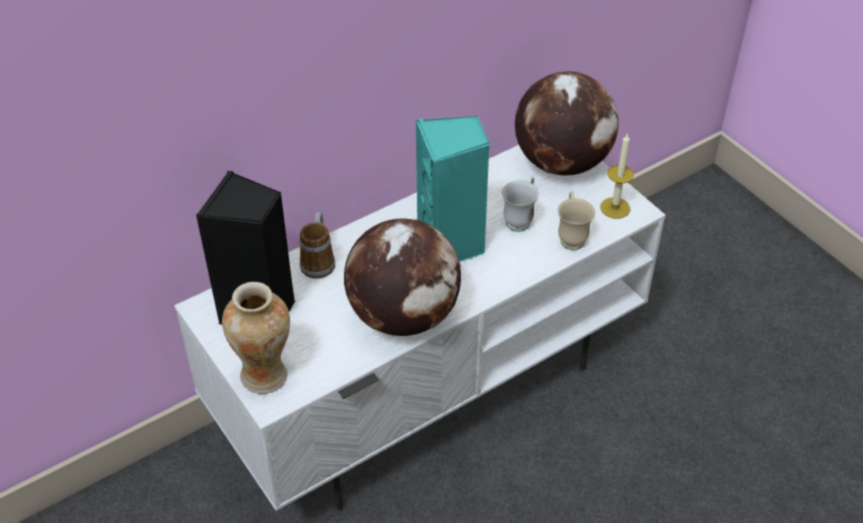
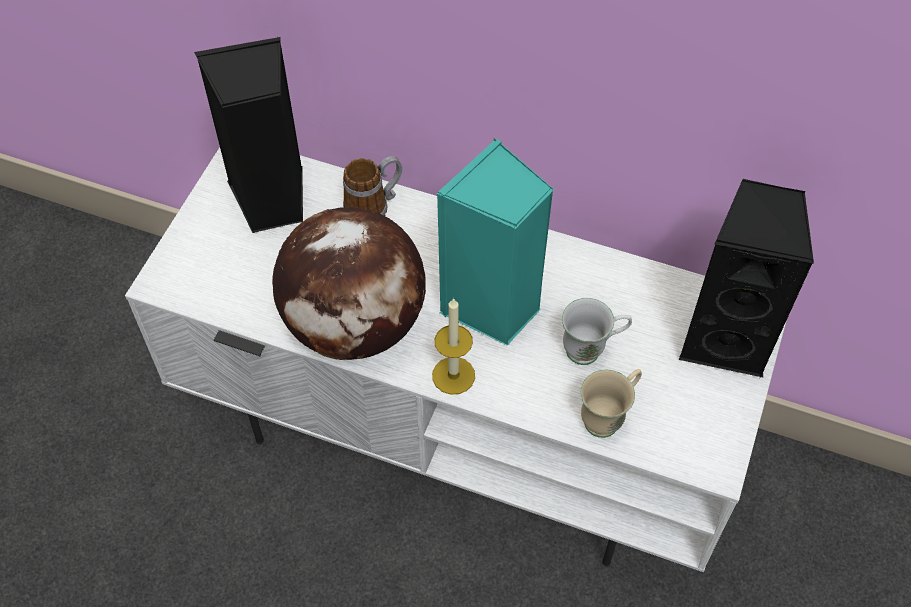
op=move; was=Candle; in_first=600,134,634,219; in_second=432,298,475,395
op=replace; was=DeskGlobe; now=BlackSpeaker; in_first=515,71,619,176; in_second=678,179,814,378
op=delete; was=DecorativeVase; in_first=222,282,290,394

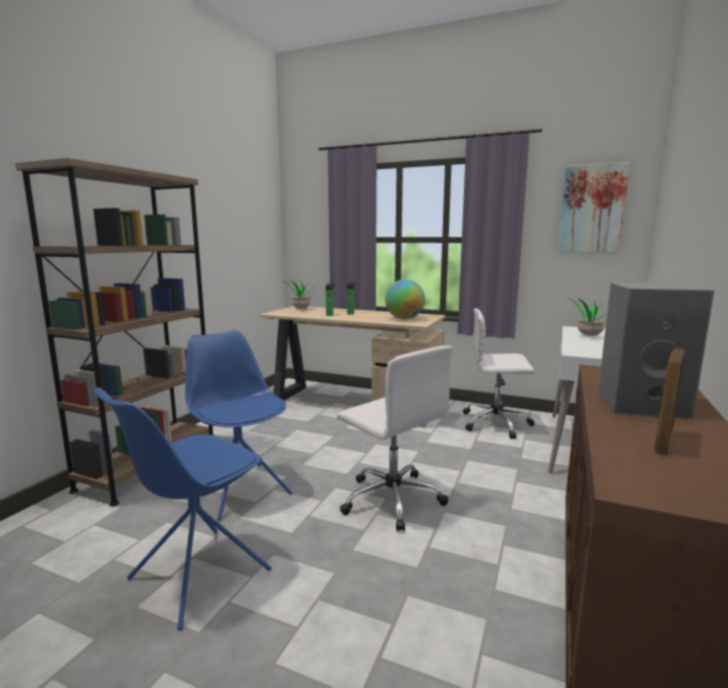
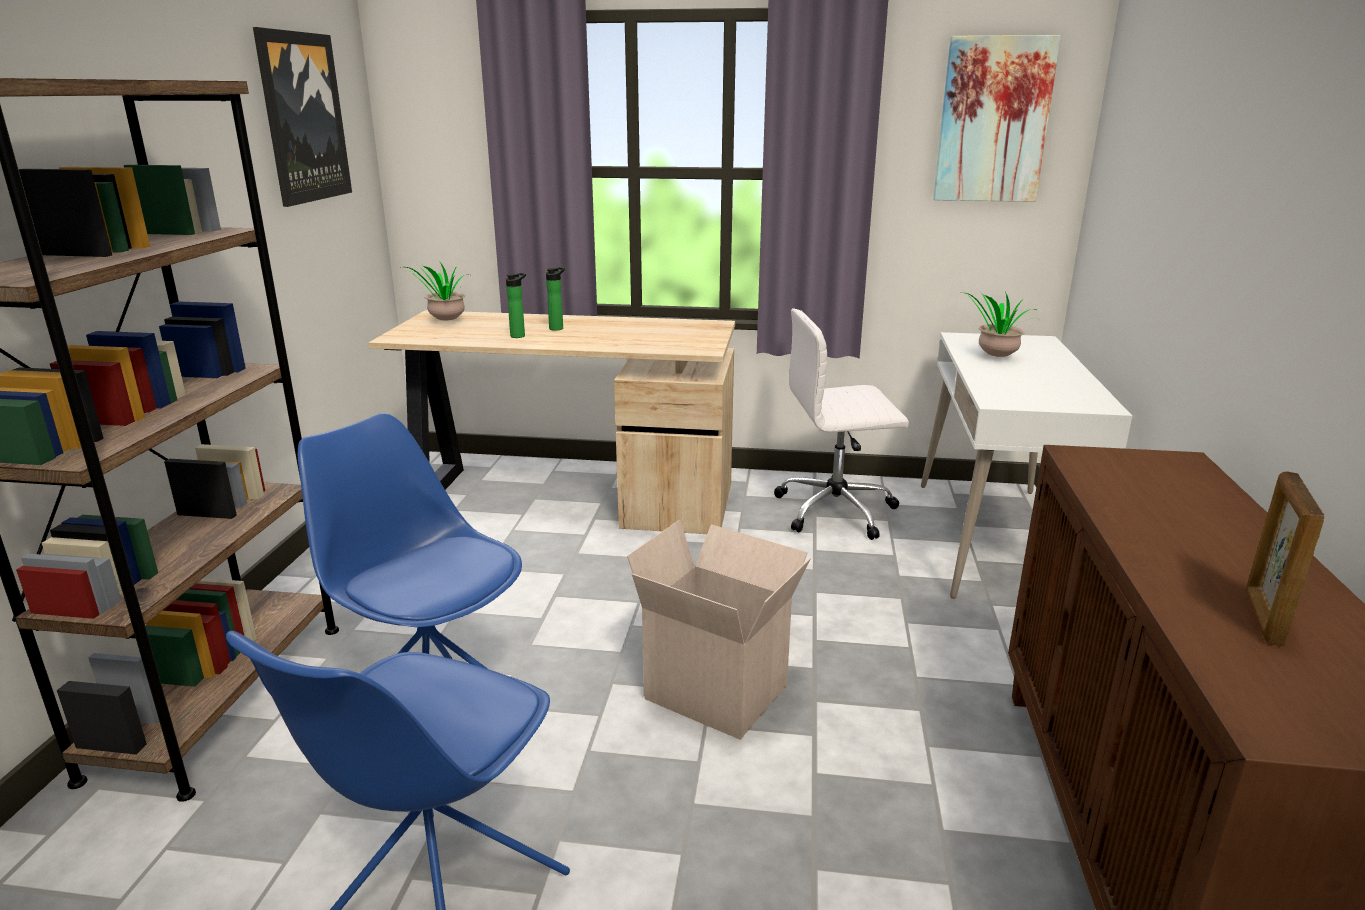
op=insert; now=WallPicture; in_second=253,27,352,207
op=replace; was=WhiteComputerChair; now=CardboardBox; in_first=337,345,452,532; in_second=627,520,811,740
op=delete; was=DeskGlobe; in_first=385,279,425,319
op=delete; was=GreySpeaker; in_first=598,283,714,419

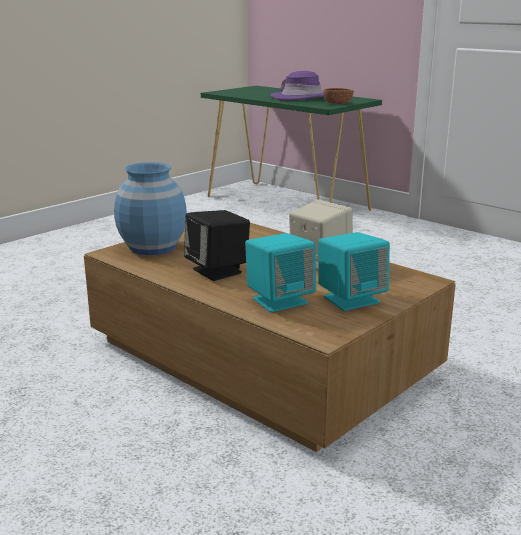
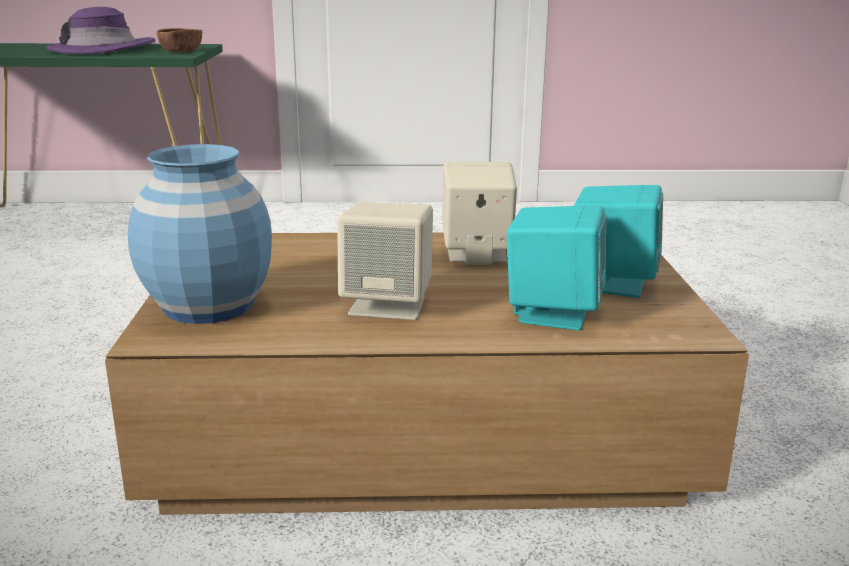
op=recolor; was=BlackSpeaker; now=SandColouredSpeaker; in_first=184,210,250,281; in_second=337,202,433,320

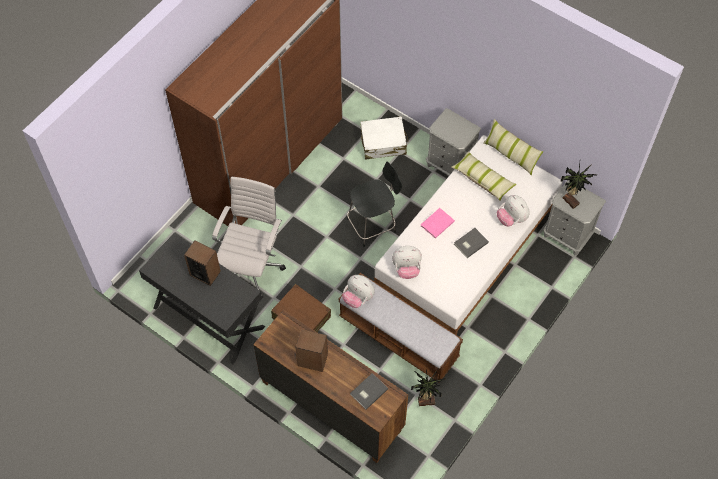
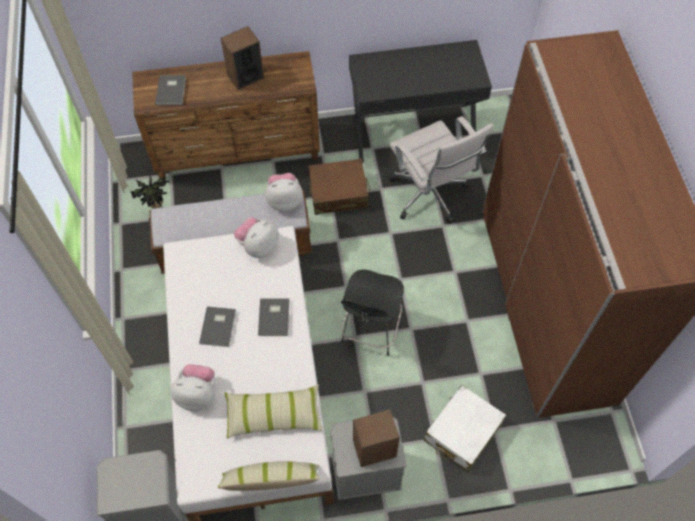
op=recolor; was=PinkBook; now=GreyBook; in_first=421,208,455,238; in_second=258,298,290,336
op=move; was=Speaker; in_first=184,240,221,286; in_second=353,409,400,467
op=delete; was=PottedPlant; in_first=561,163,597,209

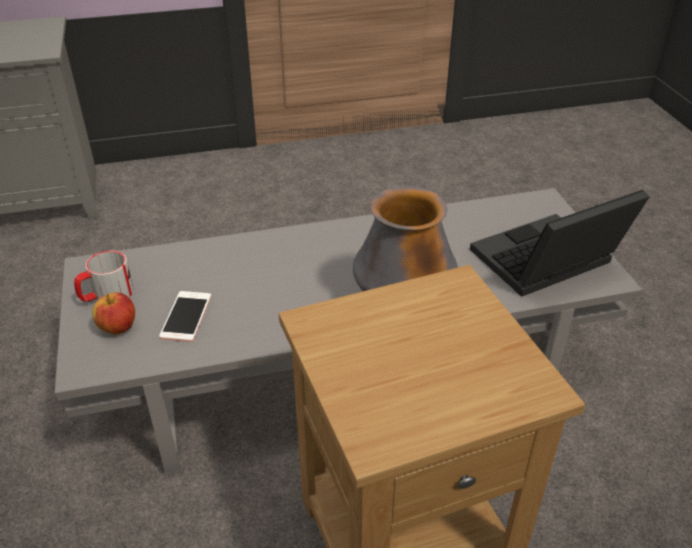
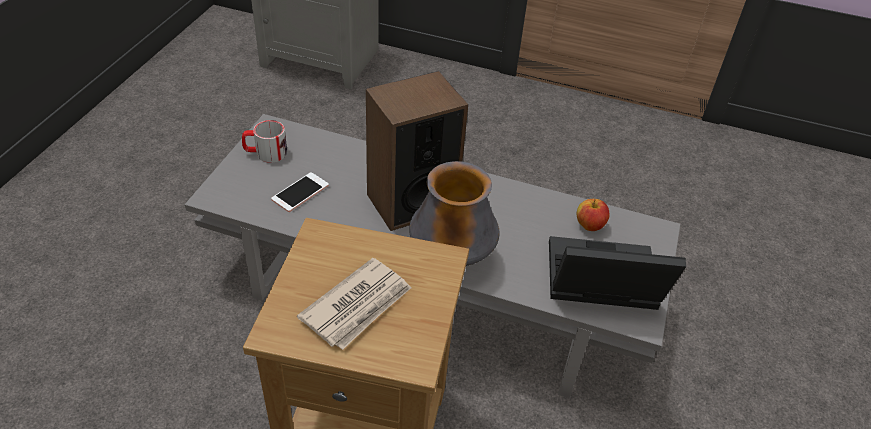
op=insert; now=PrintedPaper; in_second=297,258,412,350
op=insert; now=Speaker; in_second=366,71,468,231
op=move; was=WholeApple; in_first=92,292,135,335; in_second=577,199,610,231

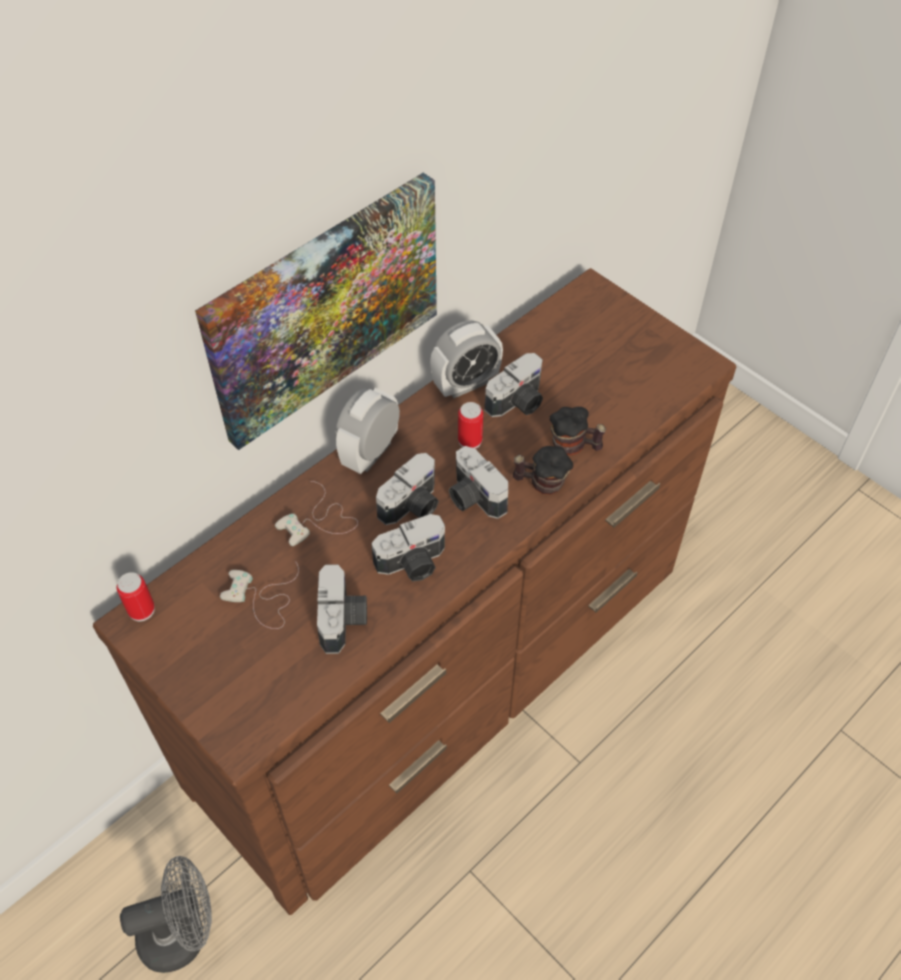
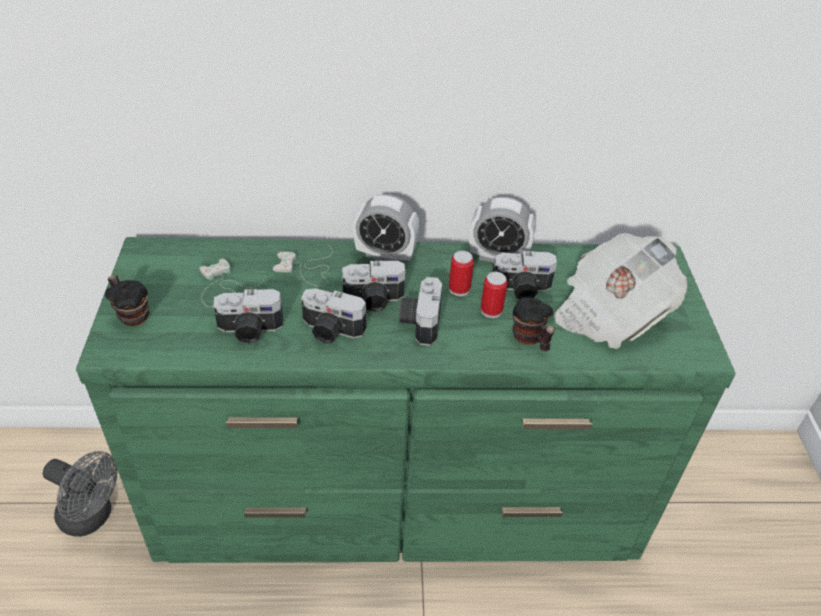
op=recolor; was=BrownDresser; now=GreenishDresser; in_first=93,268,736,915; in_second=76,237,736,563
op=move; was=TeaMug; in_first=513,446,573,495; in_second=105,275,149,326
op=rotate; was=PhotoCamera; in_first=317,564,367,654; in_second=213,289,283,344; clockwise=45
op=rotate; was=AlarmClock; in_first=335,388,400,474; in_second=353,194,420,262; clockwise=-150
op=move; was=MetalCan; in_first=117,572,155,621; in_second=481,272,508,318
op=insert; now=PrintedPaper; in_second=554,233,687,349
op=delete; was=WallPicture; in_first=195,173,437,450

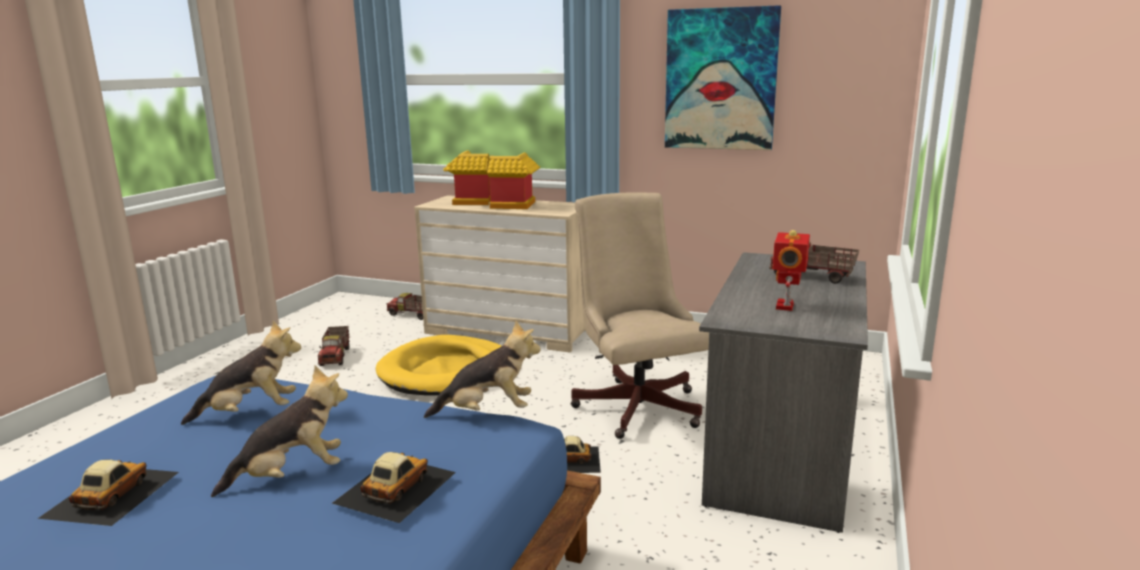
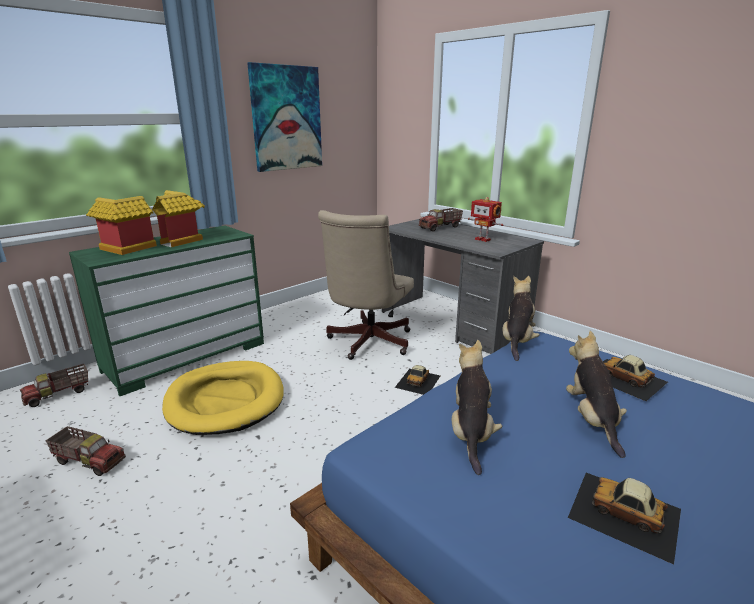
op=recolor; was=SandColouredDresser; now=GreenishDresser; in_first=414,195,586,353; in_second=69,225,264,396
op=rotate; was=SandColouredComputerChair; in_first=571,192,709,439; in_second=318,210,414,360; clockwise=-75

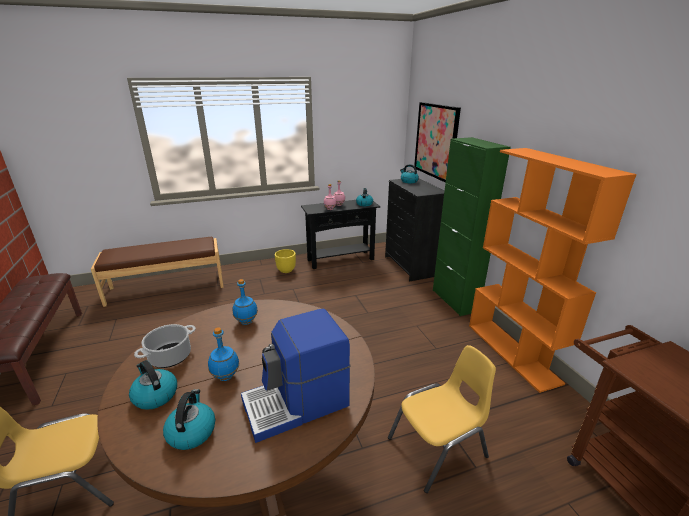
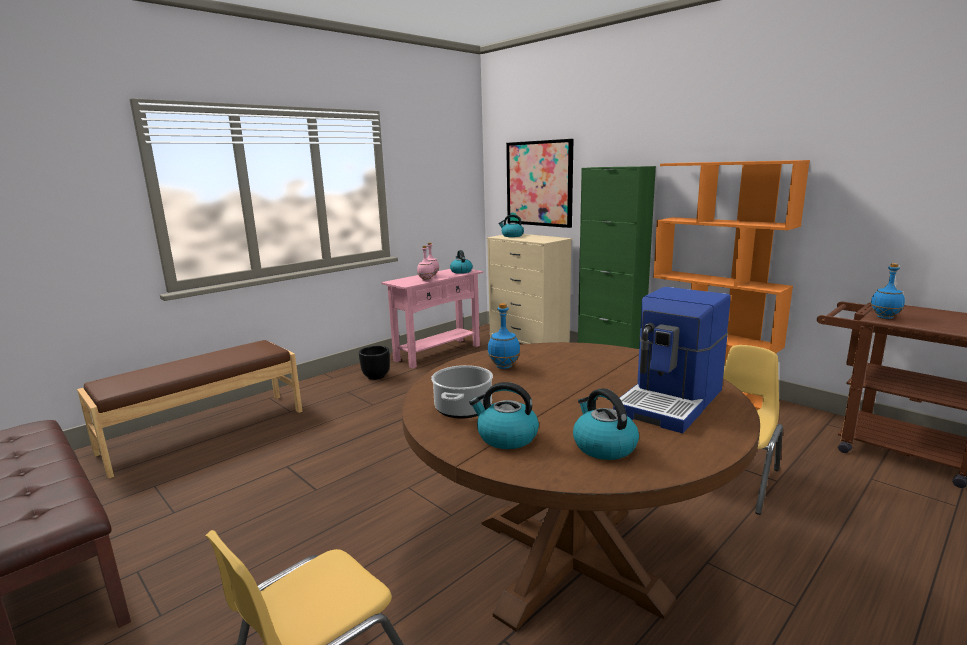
op=recolor; was=YellowColouredPlanter; now=BlackPlanter; in_first=275,249,296,273; in_second=359,346,390,380
op=recolor; was=BlackHallTable; now=PinkHallTable; in_first=301,200,381,269; in_second=381,269,483,369
op=recolor; was=BlackDresser; now=SandColouredDresser; in_first=385,178,444,281; in_second=487,234,572,344
op=move; was=BlueBottle; in_first=208,327,239,381; in_second=870,263,905,319

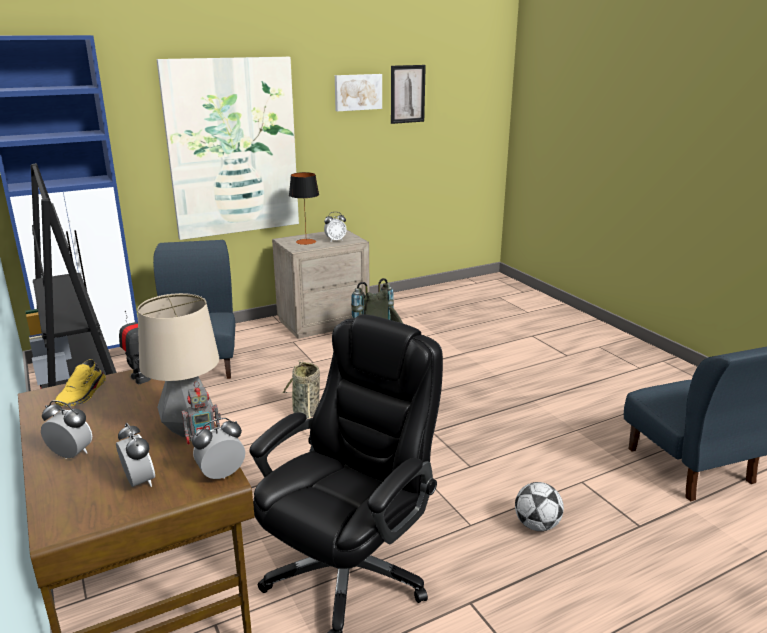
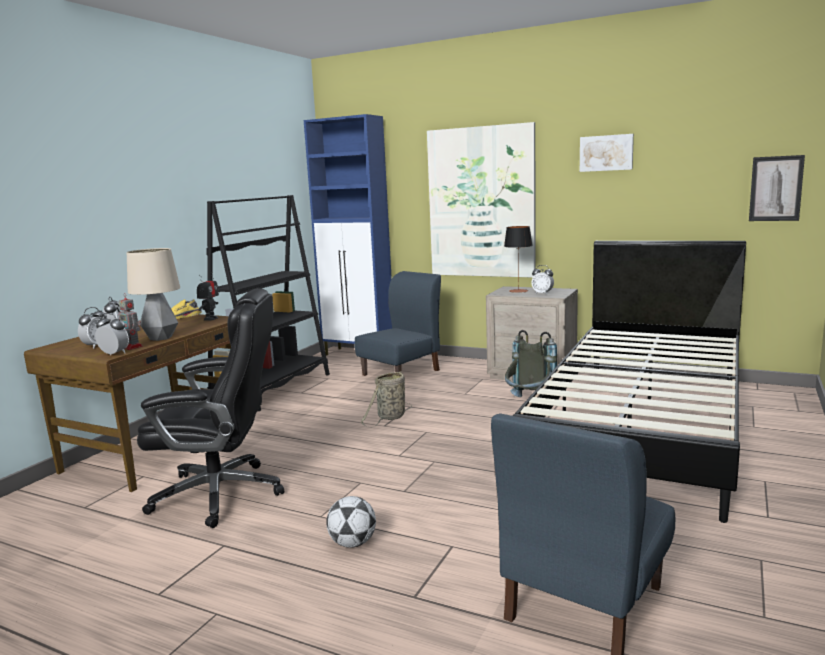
op=insert; now=BlackSleepingBed; in_second=513,241,746,523
op=move; was=WallPicture; in_first=391,65,426,124; in_second=749,155,805,221

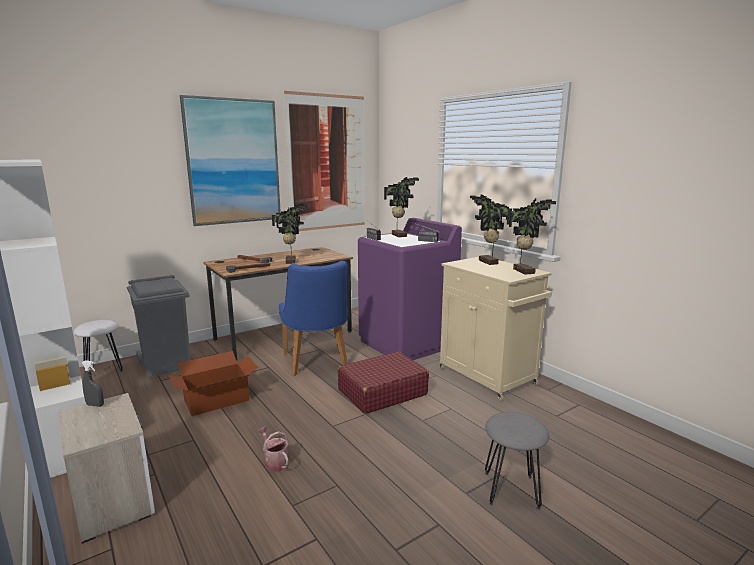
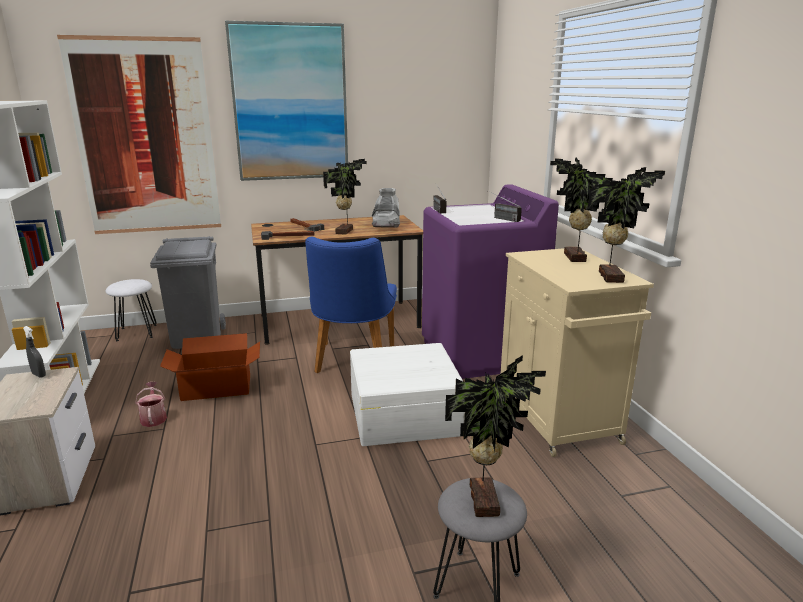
op=move; was=WallPicture; in_first=284,91,365,231; in_second=57,35,221,234
op=move; was=WateringPot; in_first=258,426,289,472; in_second=135,382,167,427
op=replace; was=RedSuitcase; now=WhiteStorageBox; in_first=338,351,429,414; in_second=350,343,465,446
op=insert; now=GreyHighTopBoot; in_second=372,188,400,228
op=move; was=PottedPlant; in_first=384,177,419,237; in_second=445,355,546,517

